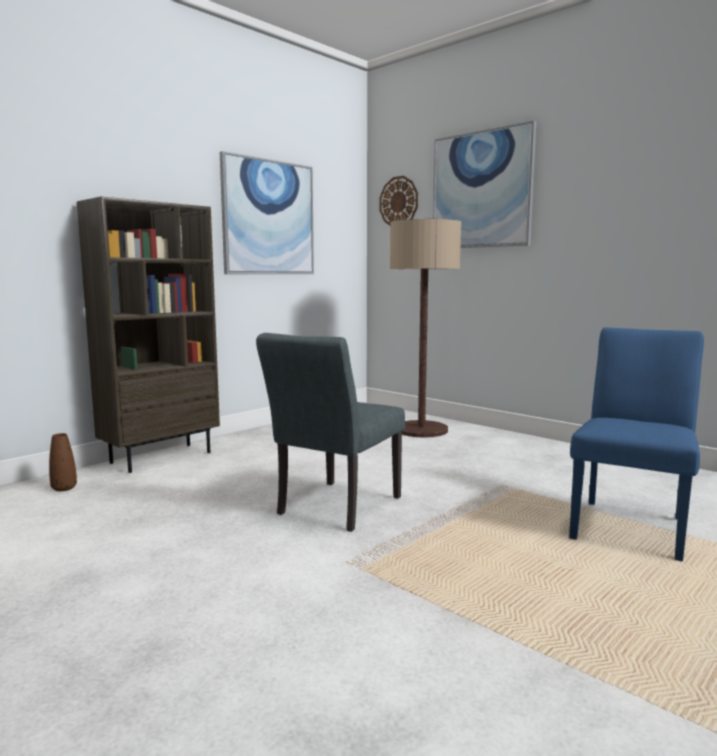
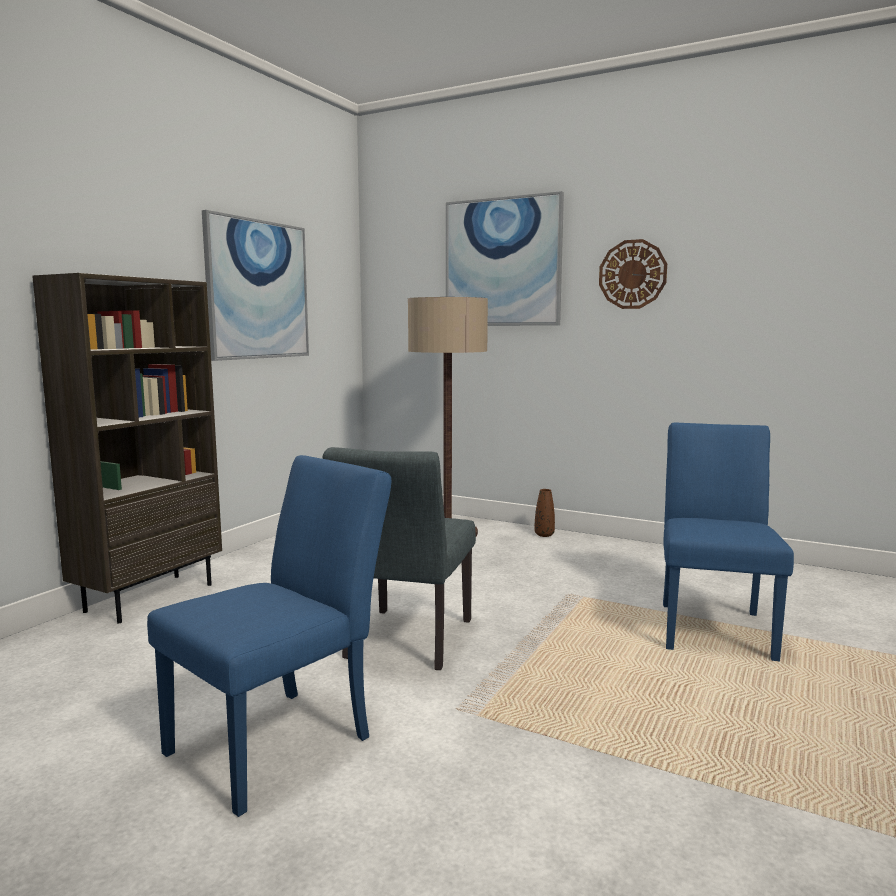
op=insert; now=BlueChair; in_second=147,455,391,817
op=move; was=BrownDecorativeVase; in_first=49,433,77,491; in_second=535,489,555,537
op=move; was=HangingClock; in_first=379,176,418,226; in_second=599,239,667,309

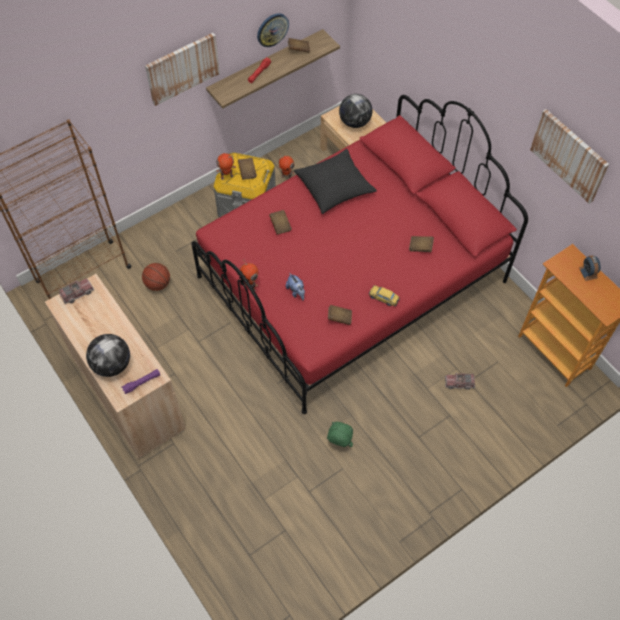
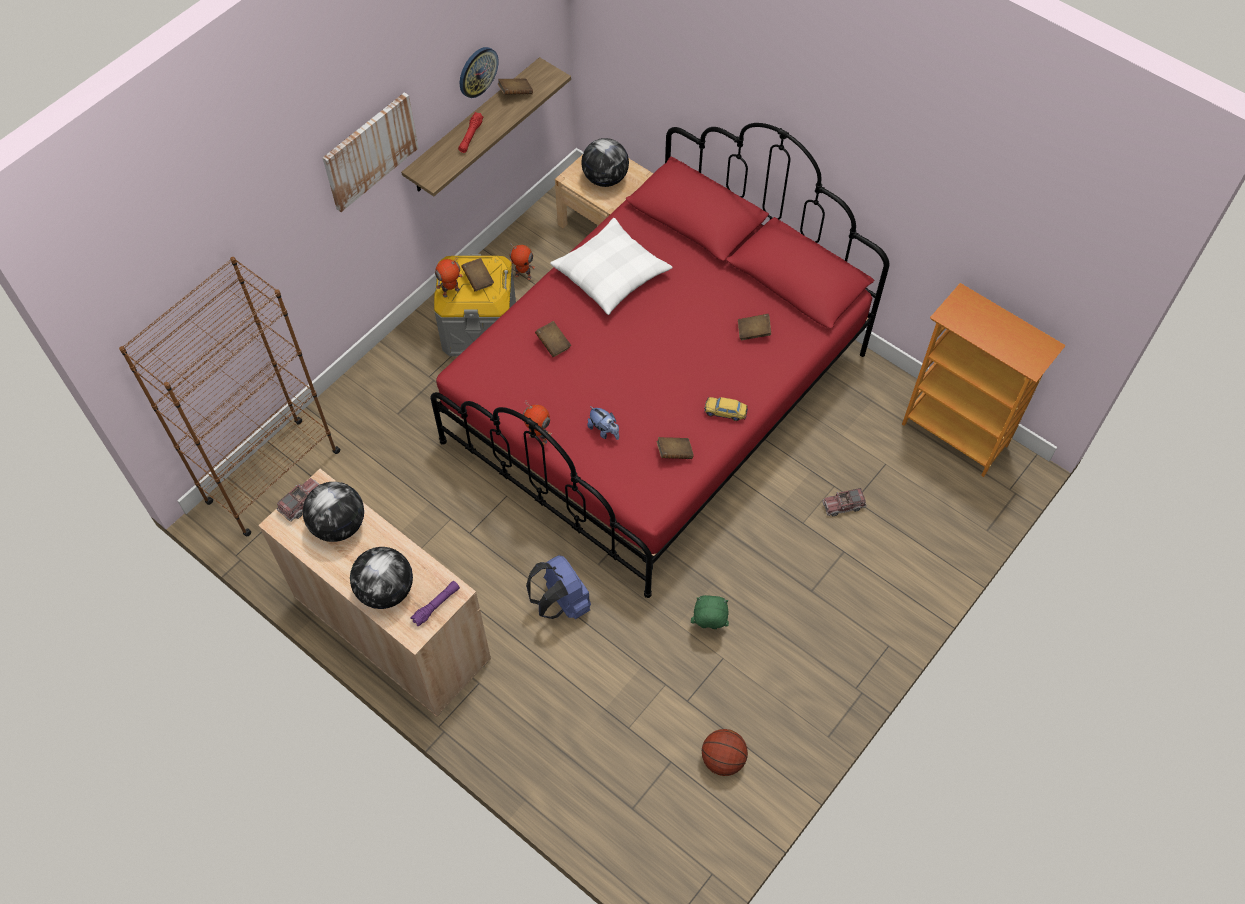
op=insert; now=DeskGlobe; in_second=303,482,364,542
op=insert; now=BlueRucksack; in_second=526,555,591,619
op=recolor; was=BlackCushion; now=WhiteCushion; in_first=294,149,377,214; in_second=550,218,673,315
op=move; was=BasketballBall; in_first=142,263,170,291; in_second=702,729,748,776
op=delete; was=WallPicture; in_first=530,109,609,204
op=delete; was=AlarmClock; in_first=579,255,601,281

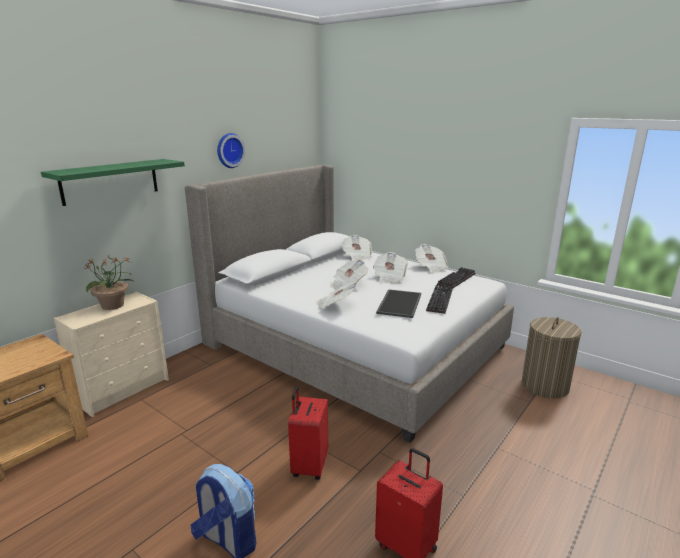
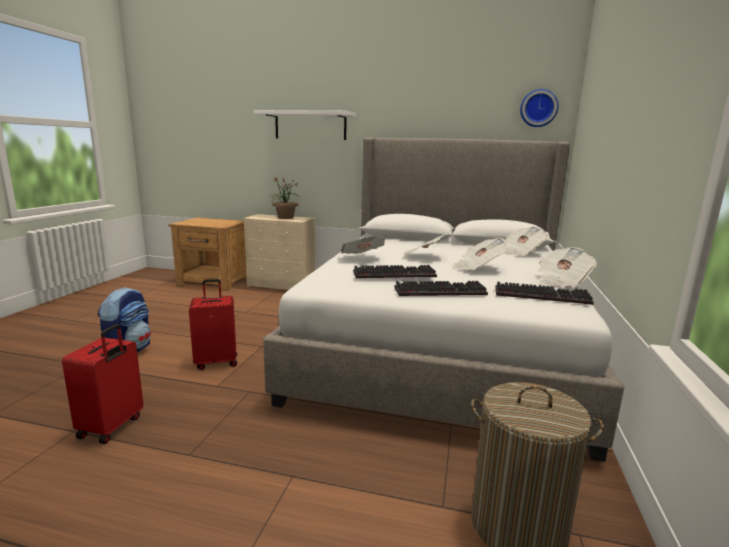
op=recolor; was=GreenishShelf; now=WhiteShelf; in_first=41,159,185,206; in_second=254,110,356,140
op=replace; was=ServingTray; now=ComputerKeyboard; in_first=376,289,421,318; in_second=353,265,437,278
op=move; was=HangingClock; in_first=217,133,245,168; in_second=520,89,558,127

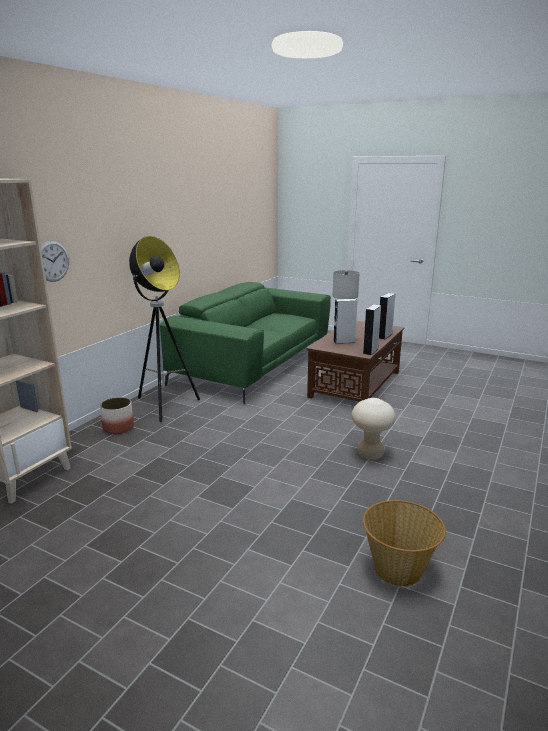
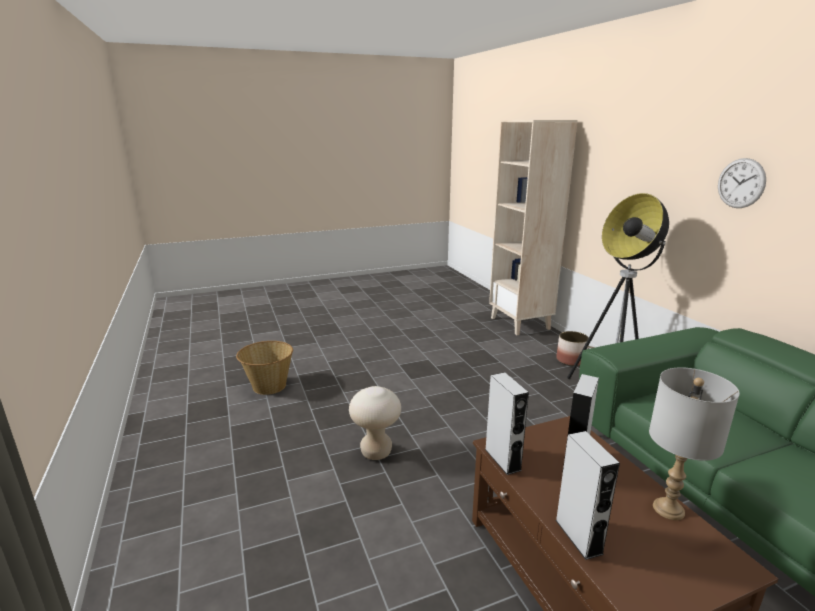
op=move; was=HangingClock; in_first=41,241,69,282; in_second=718,158,766,208

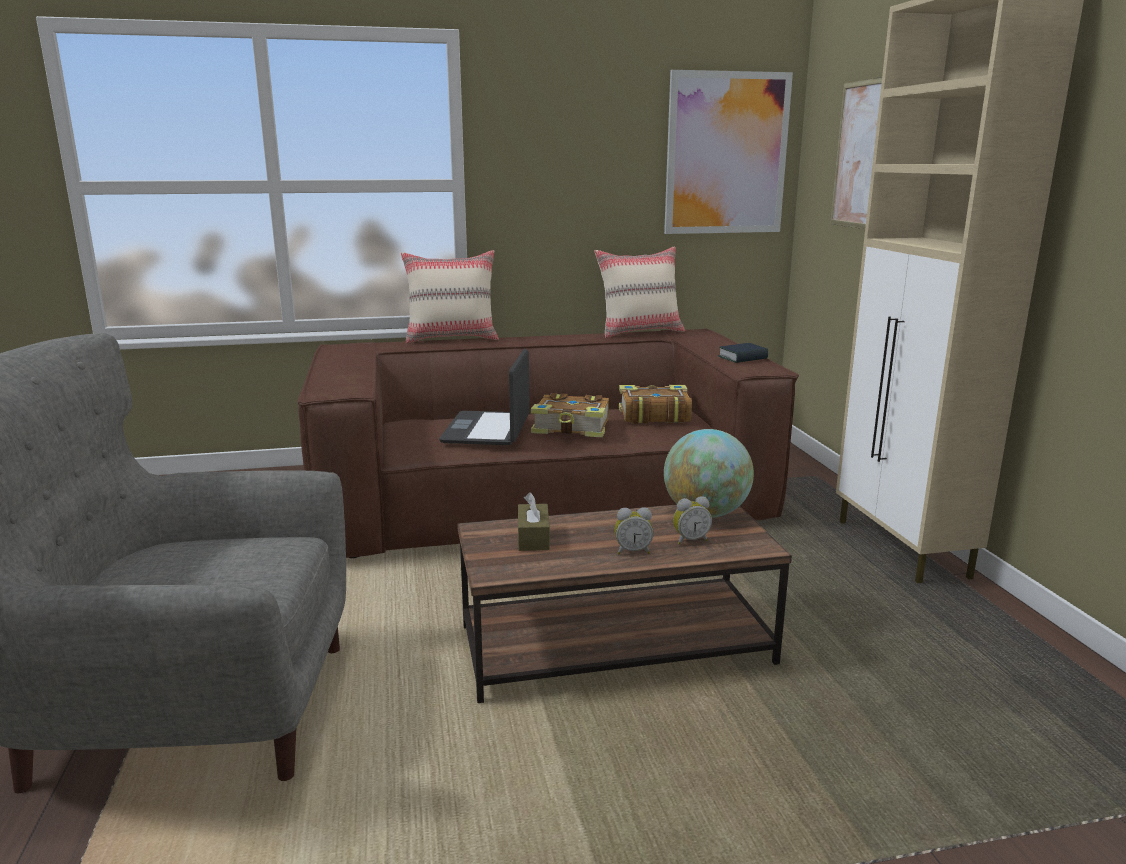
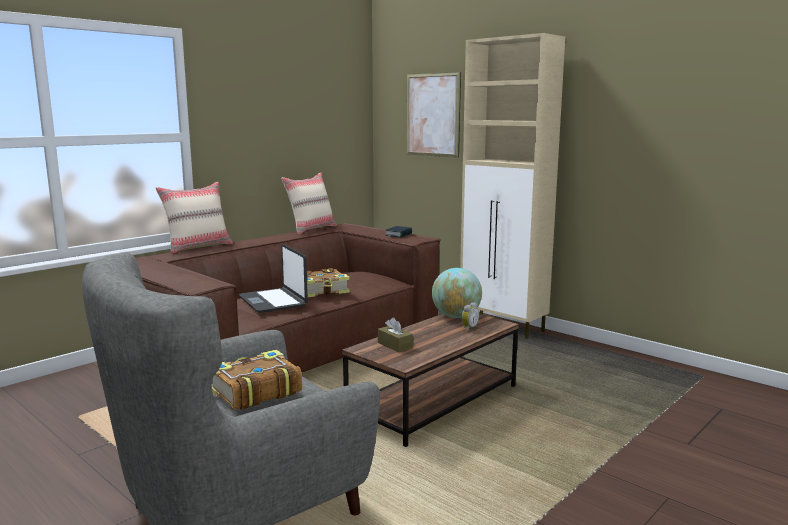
op=move; was=Book; in_first=619,385,692,424; in_second=212,350,302,410
op=delete; was=AlarmClock; in_first=615,507,654,554
op=delete; was=WallPicture; in_first=664,70,793,234

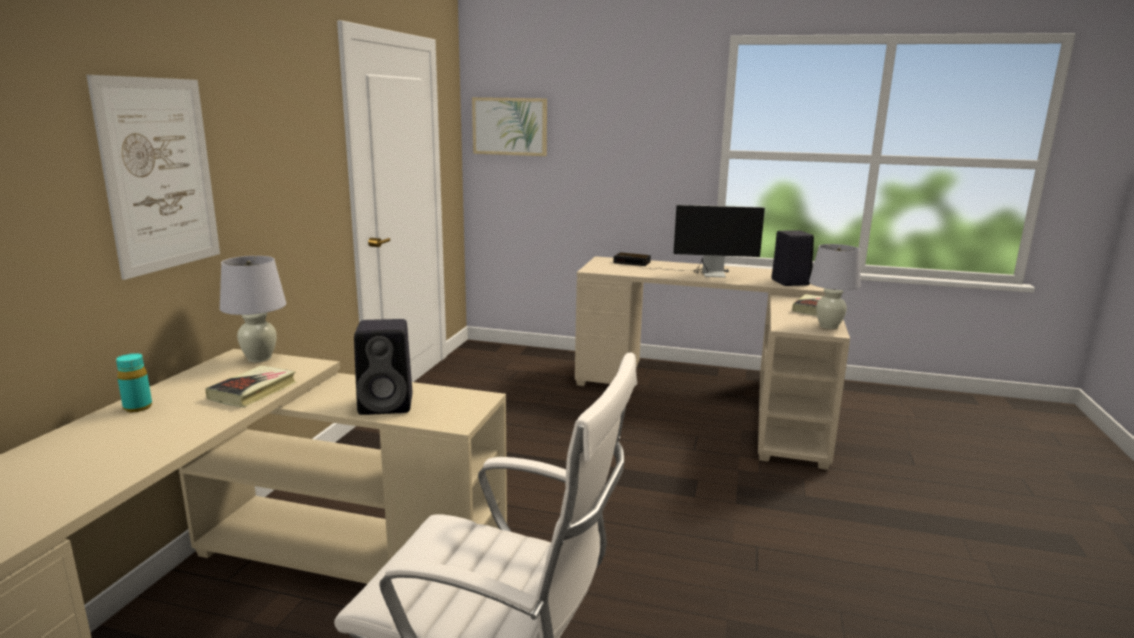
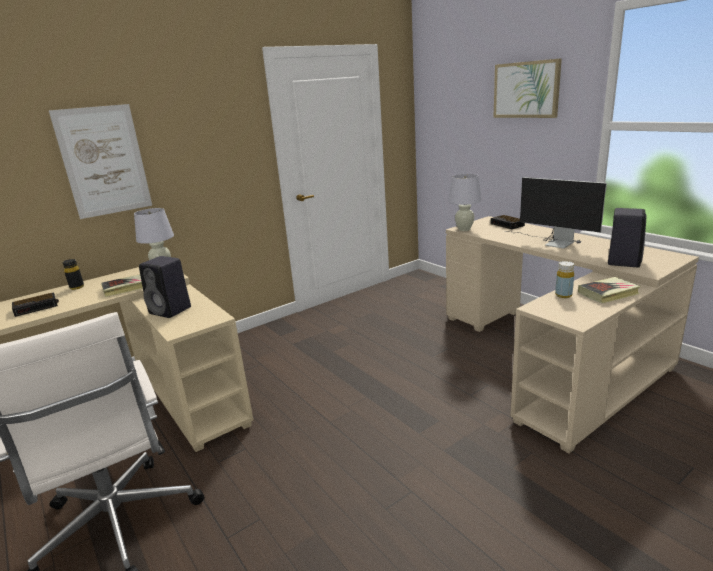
op=insert; now=AlarmClock; in_second=12,292,59,317
op=recolor; was=BlueGreenBottle; now=BlackBottle; in_first=116,353,152,412; in_second=63,259,84,290
op=move; was=WhiteTableLamp; in_first=809,244,861,329; in_second=448,174,482,231
op=move; was=WallPicture; in_first=472,97,547,156; in_second=493,58,562,118
op=insert; now=YellowColouredBottle; in_second=555,261,574,298

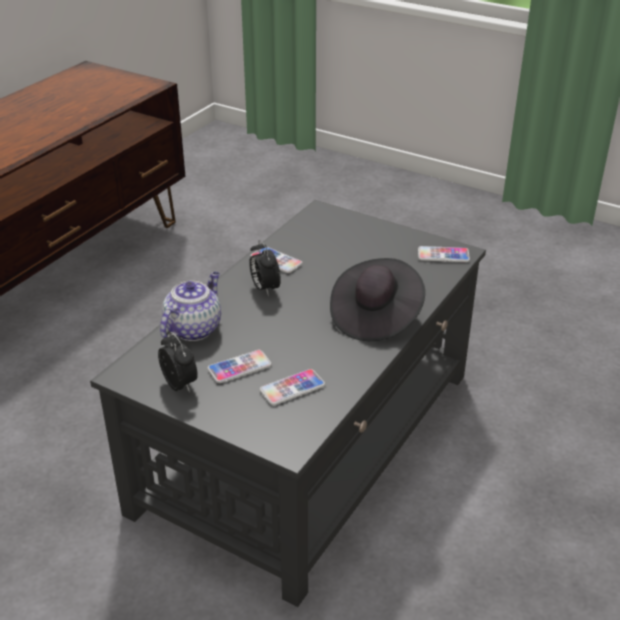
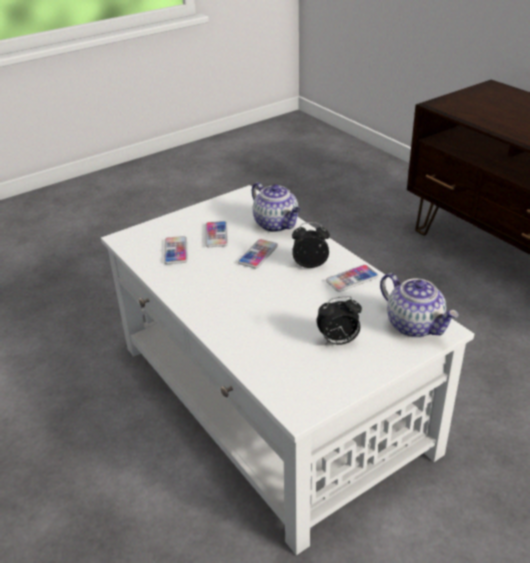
op=recolor; was=BlackLoungeTable; now=WhiteLoungeTable; in_first=90,200,486,607; in_second=101,185,474,555
op=move; was=Telephone; in_first=418,246,470,262; in_second=238,239,278,268
op=move; was=AlarmClock; in_first=158,332,198,393; in_second=317,296,362,345
op=insert; now=Teapot; in_second=380,273,459,337
op=delete; was=BlackClothingHat; in_first=330,258,425,341

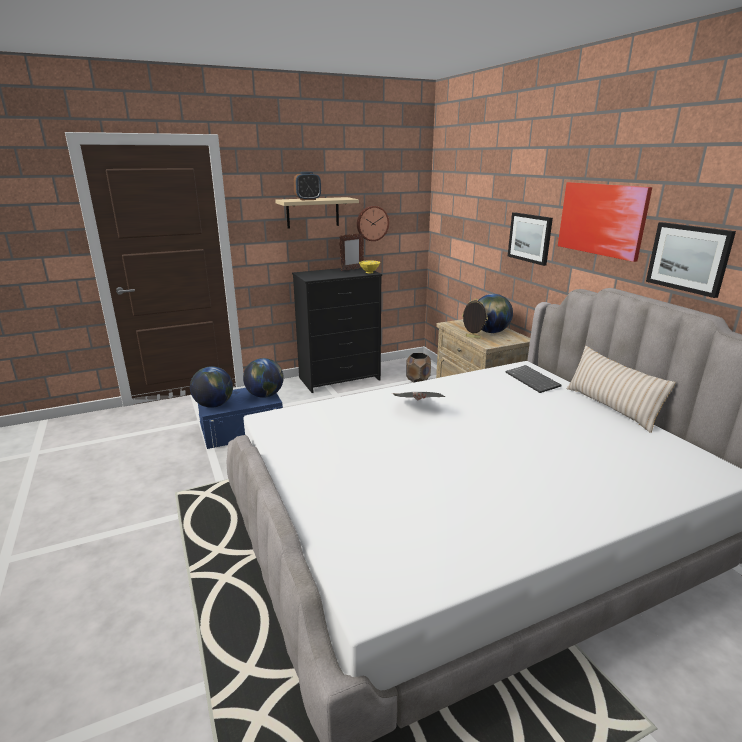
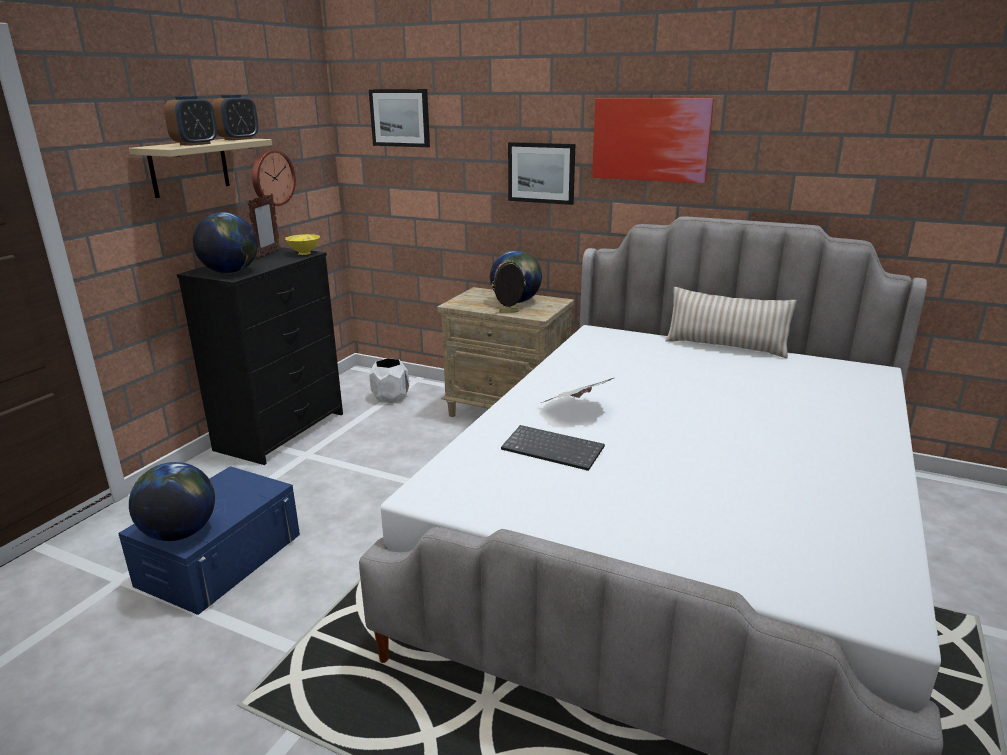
op=move; was=DeskGlobe; in_first=243,358,284,398; in_second=193,212,258,273
op=insert; now=AlarmClock; in_second=211,94,258,140
op=move; was=WallPicture; in_first=646,222,736,298; in_second=369,89,430,147
op=recolor; was=BrownPlanter; now=WhitePlanter; in_first=406,353,431,382; in_second=369,358,409,403
op=move; was=ComputerKeyboard; in_first=505,365,562,393; in_second=501,425,605,471

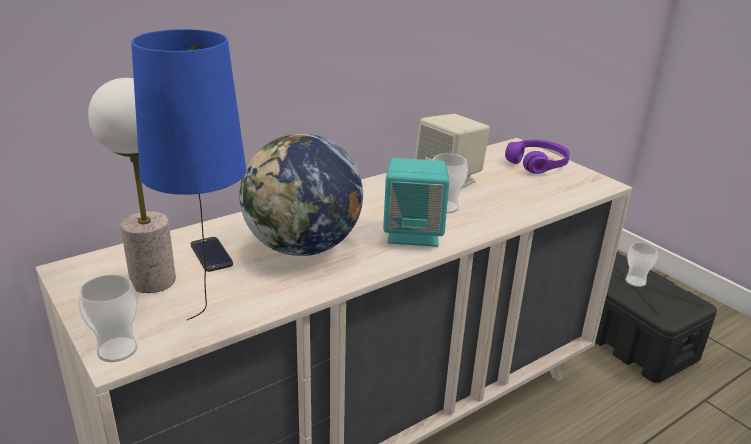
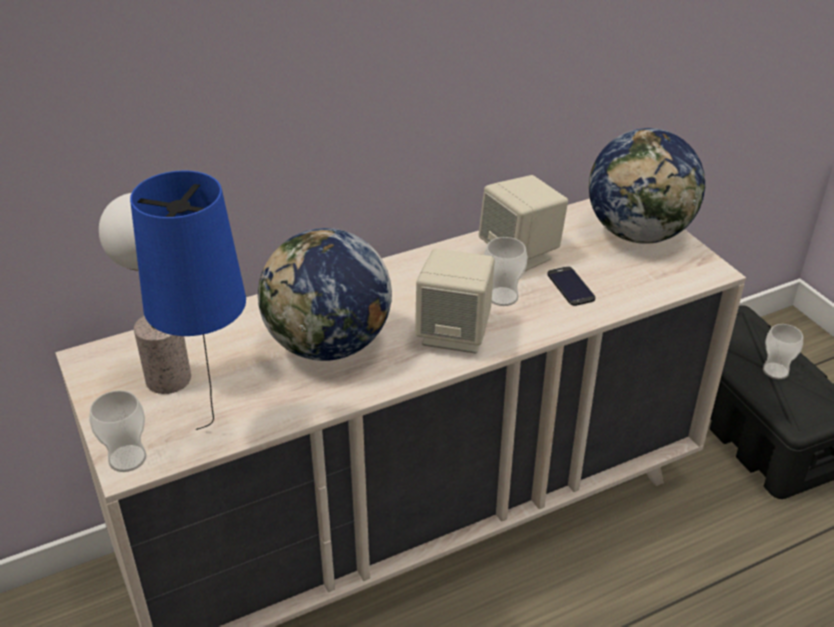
op=recolor; was=BlueGreenSpeaker; now=SandColouredSpeaker; in_first=383,158,449,247; in_second=415,249,495,354
op=move; was=Telephone; in_first=191,237,233,272; in_second=547,266,595,306
op=replace; was=PurpleHeadphones; now=DeskGlobe; in_first=505,140,570,174; in_second=589,128,705,244

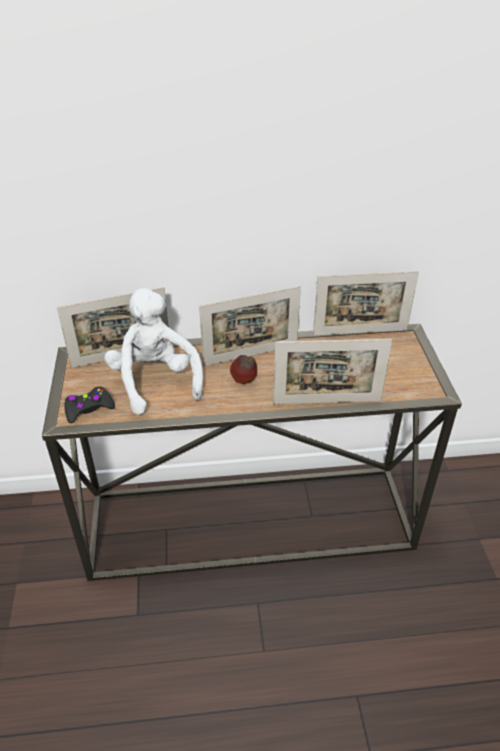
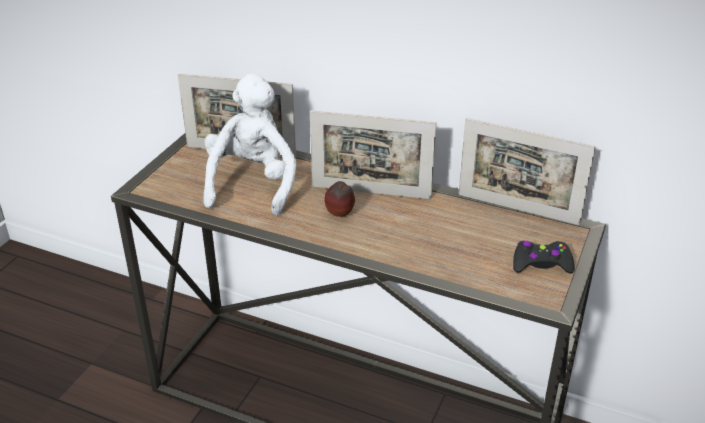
op=move; was=BlackGameController; in_first=64,387,115,423; in_second=513,241,575,273
op=delete; was=PictureFrame; in_first=273,339,392,404

